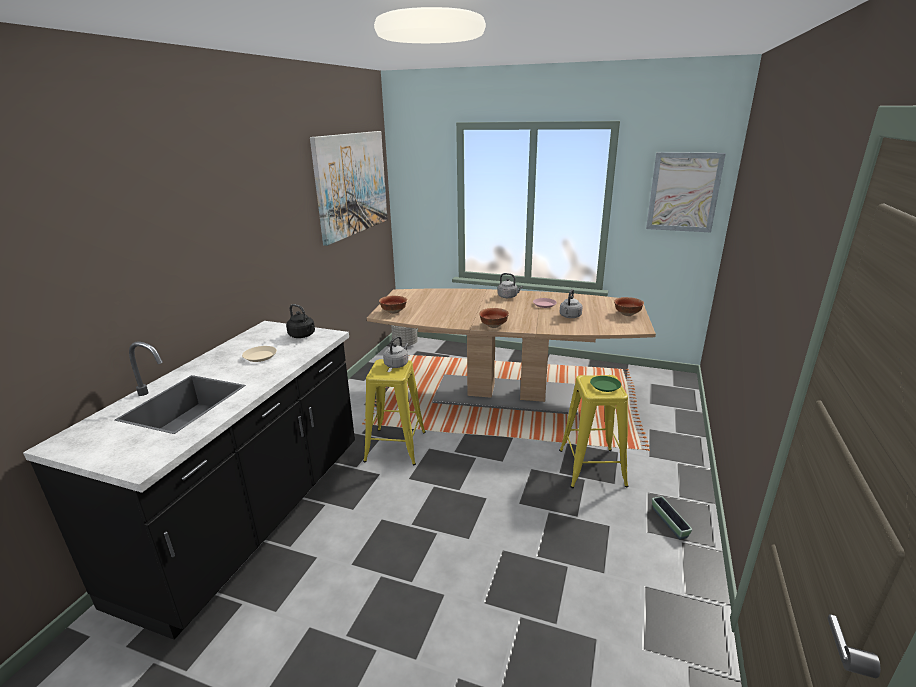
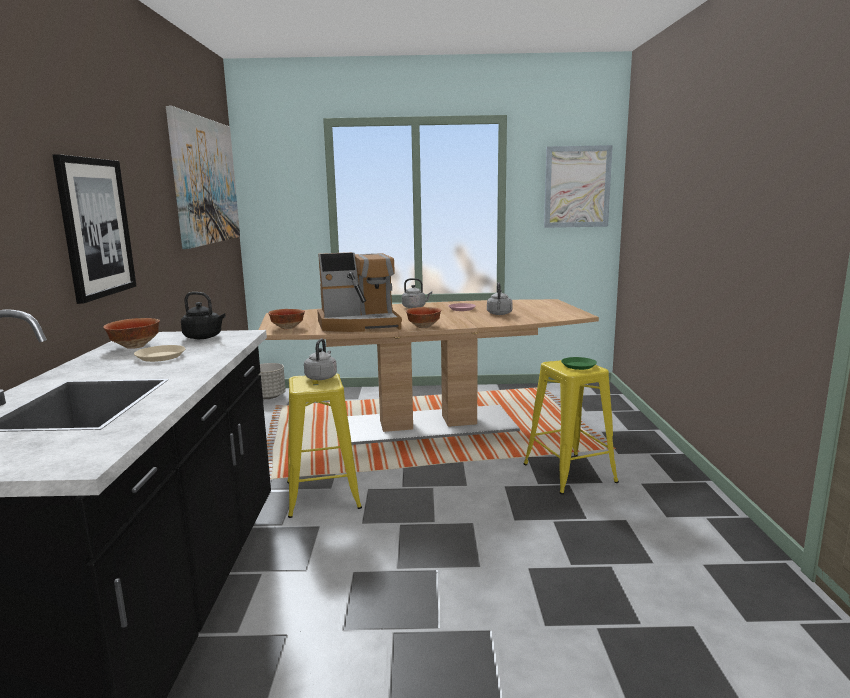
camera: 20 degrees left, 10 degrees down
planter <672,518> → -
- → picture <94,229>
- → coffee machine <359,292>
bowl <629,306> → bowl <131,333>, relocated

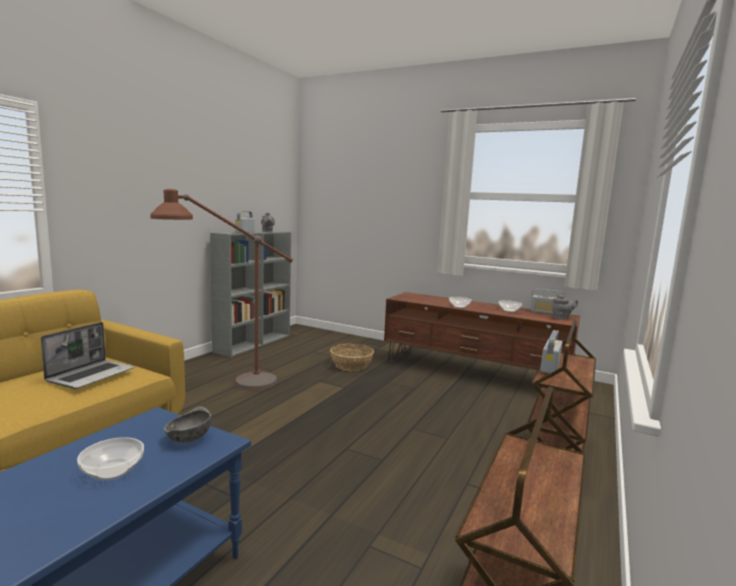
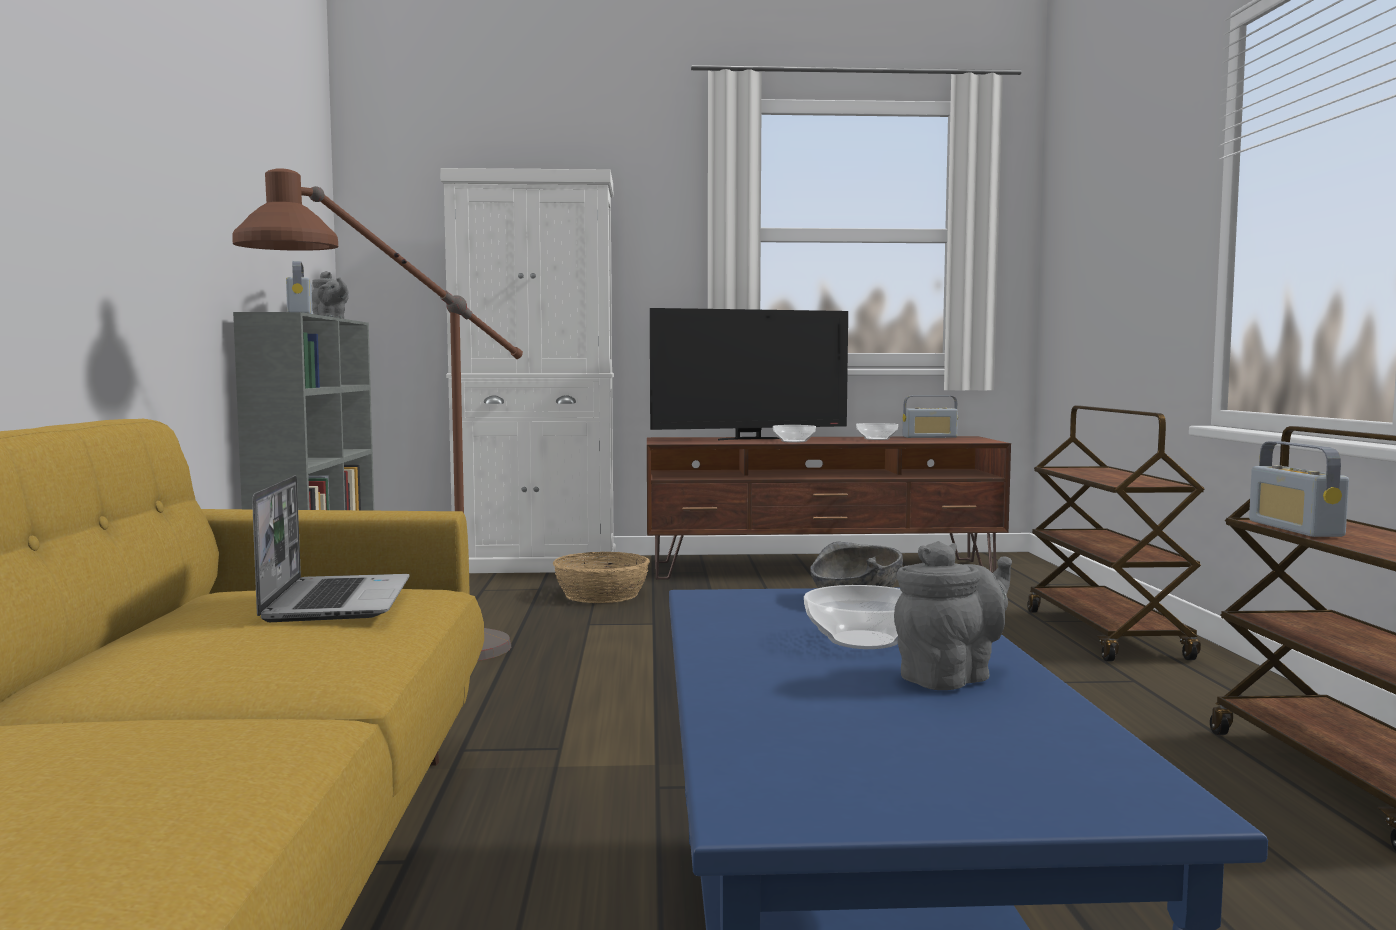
camera: 30 degrees left, 5 degrees down
- → white cabinet <528,370>
- → television <749,374>
radio <551,351> → radio <1299,489>, relocated
grey teapot <565,307> → grey teapot <953,615>, relocated

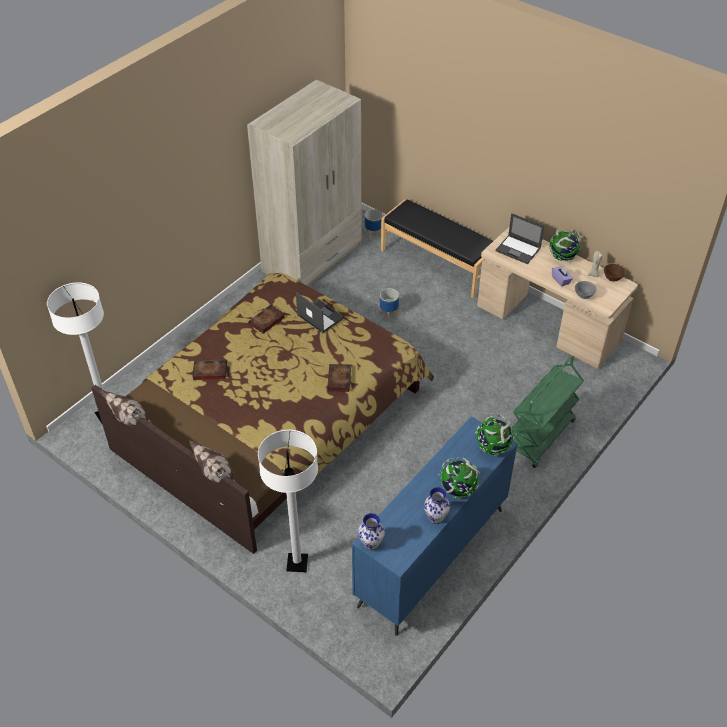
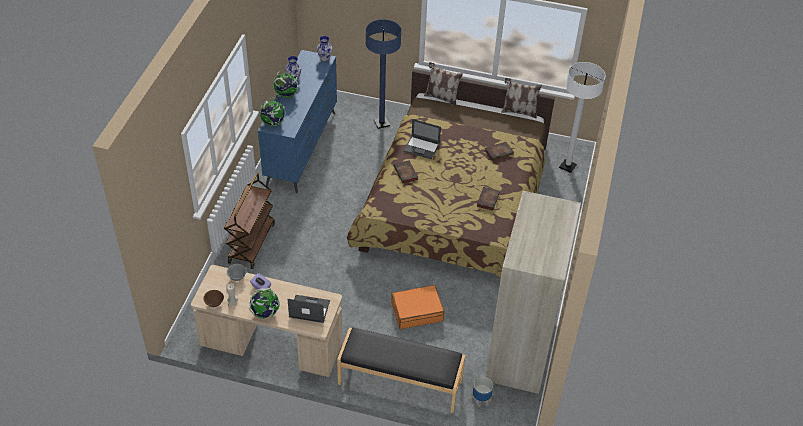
camera: 155 degrees right, 0 degrees up
laptop <320,312> → laptop <422,139>, relocated
planter <389,304> → orange suitcase <417,307>
white floor lamp <288,501> → blue floor lamp <383,74>
green cart <548,411> → brown cart <249,221>

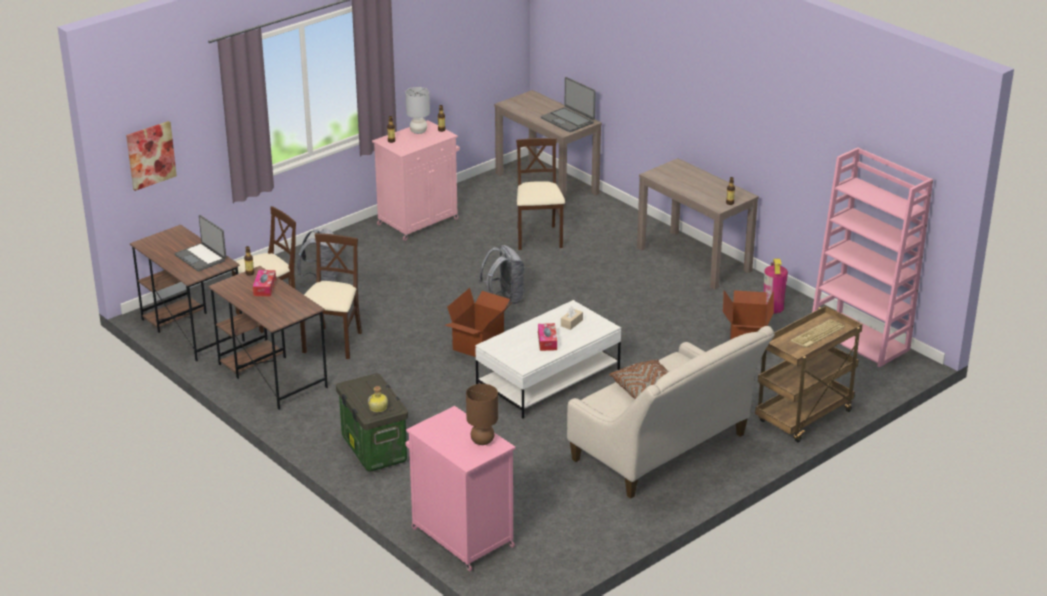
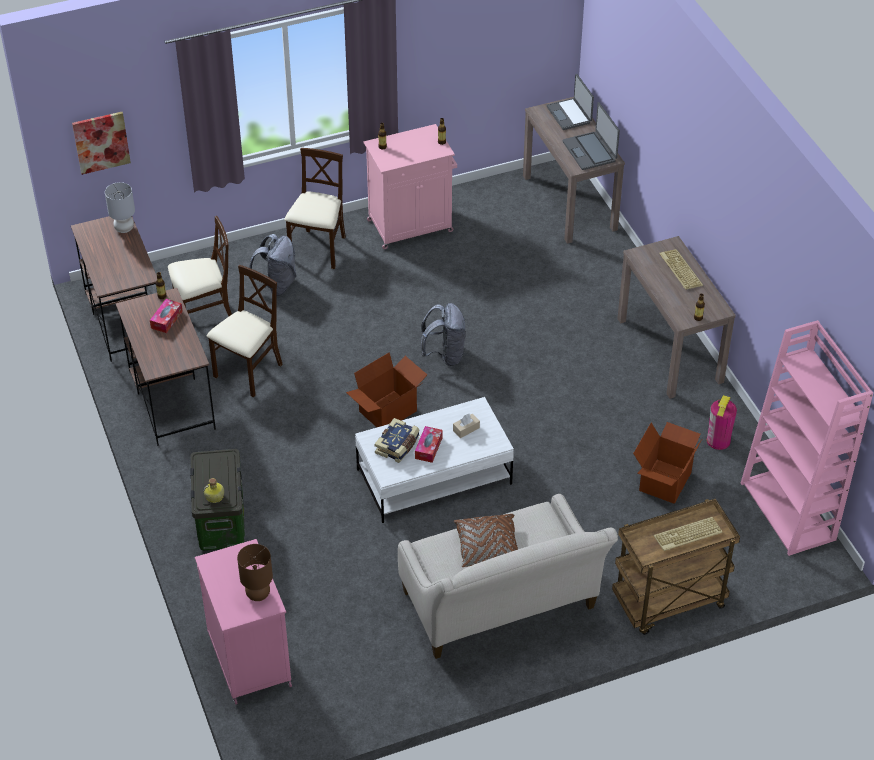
camera: 20 degrees right, 15 degrees up
- → book <397,440>
- → keyboard <681,269>
laptop <200,243> → laptop <570,102>, relocated
grey table lamp <417,110> → grey table lamp <120,207>, relocated
beige chair <540,194> → beige chair <315,208>, relocated

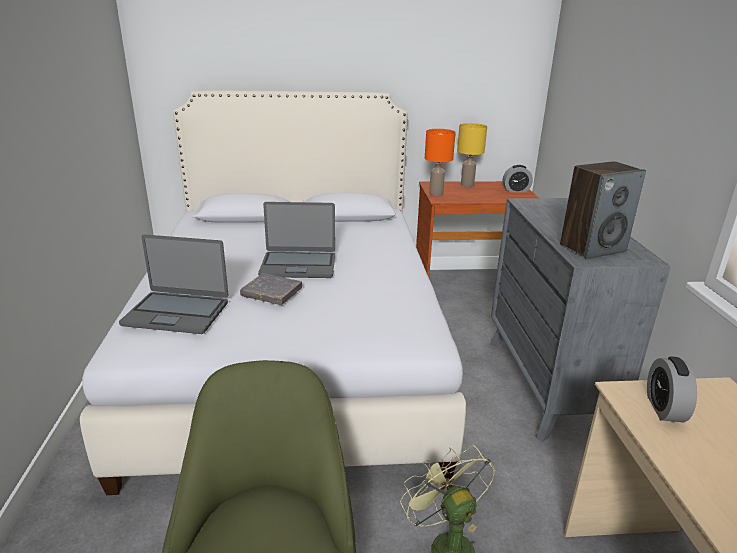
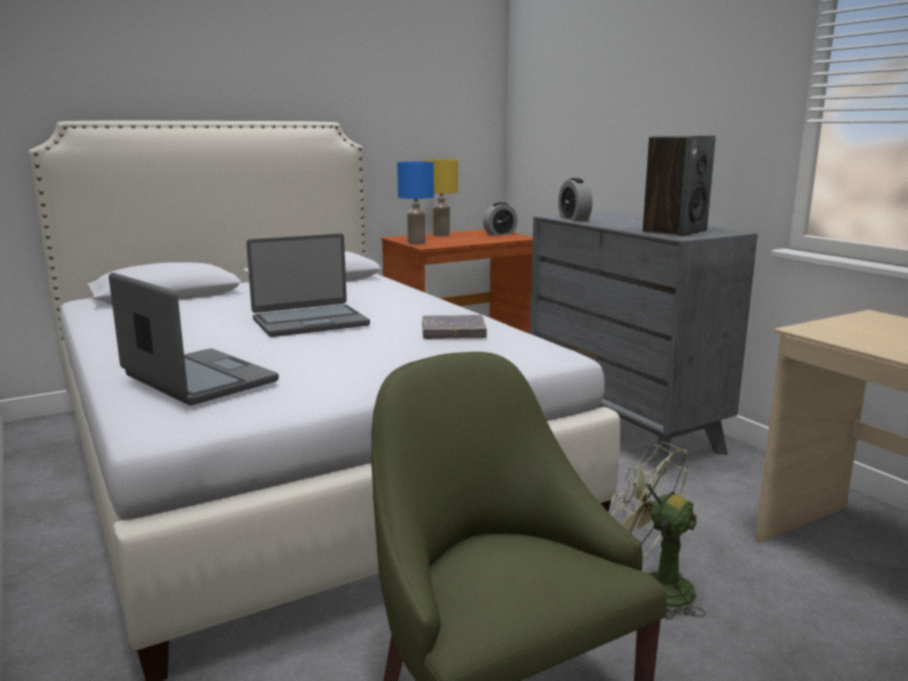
camera: 25 degrees left, 10 degrees down
grey book <271,289> → grey book <454,327>, relocated
alarm clock <672,389> → alarm clock <575,199>, relocated
orange table lamp <440,162> → blue table lamp <415,202>
laptop <173,284> → laptop <194,338>, 120 degrees counterclockwise

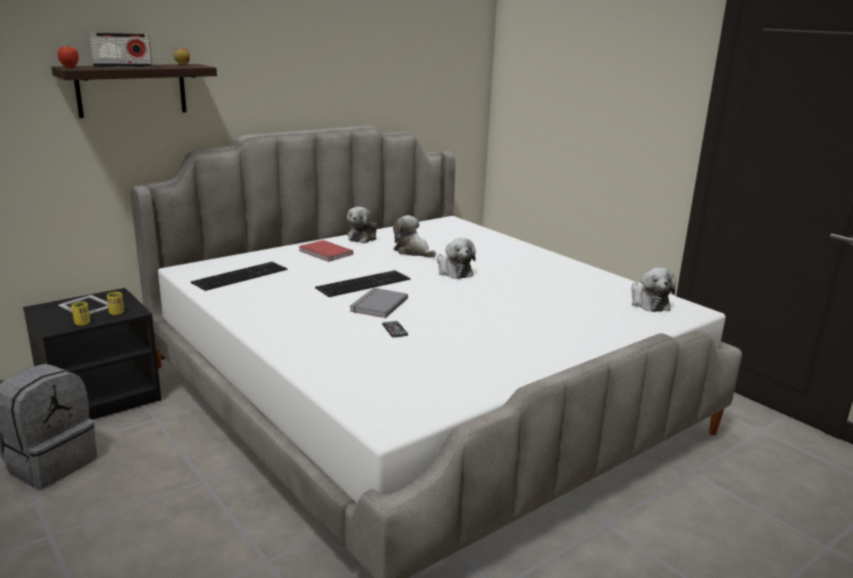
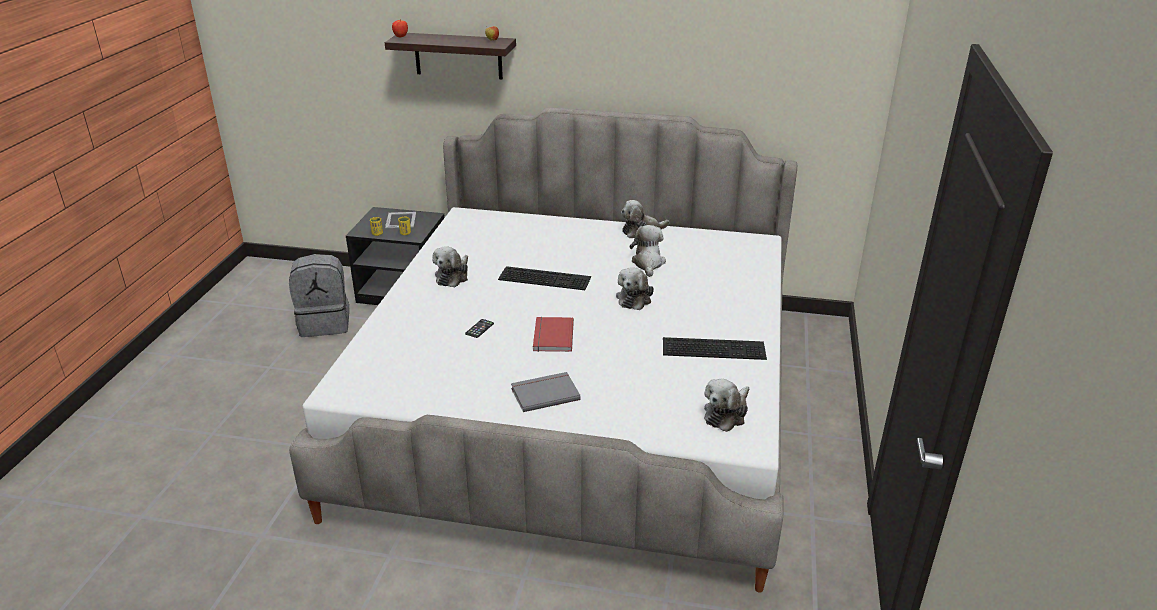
camera: 50 degrees right, 10 degrees up
radio <120,50> → -
- → plush toy <450,267>
keyboard <239,276> → keyboard <715,348>, relocated
red book <326,251> → red book <553,334>, relocated
grey book <379,303> → grey book <546,392>, relocated

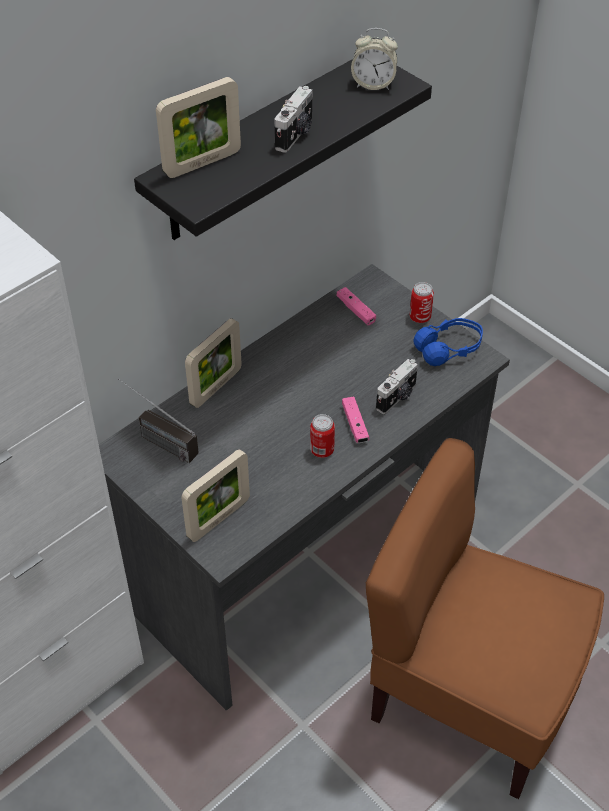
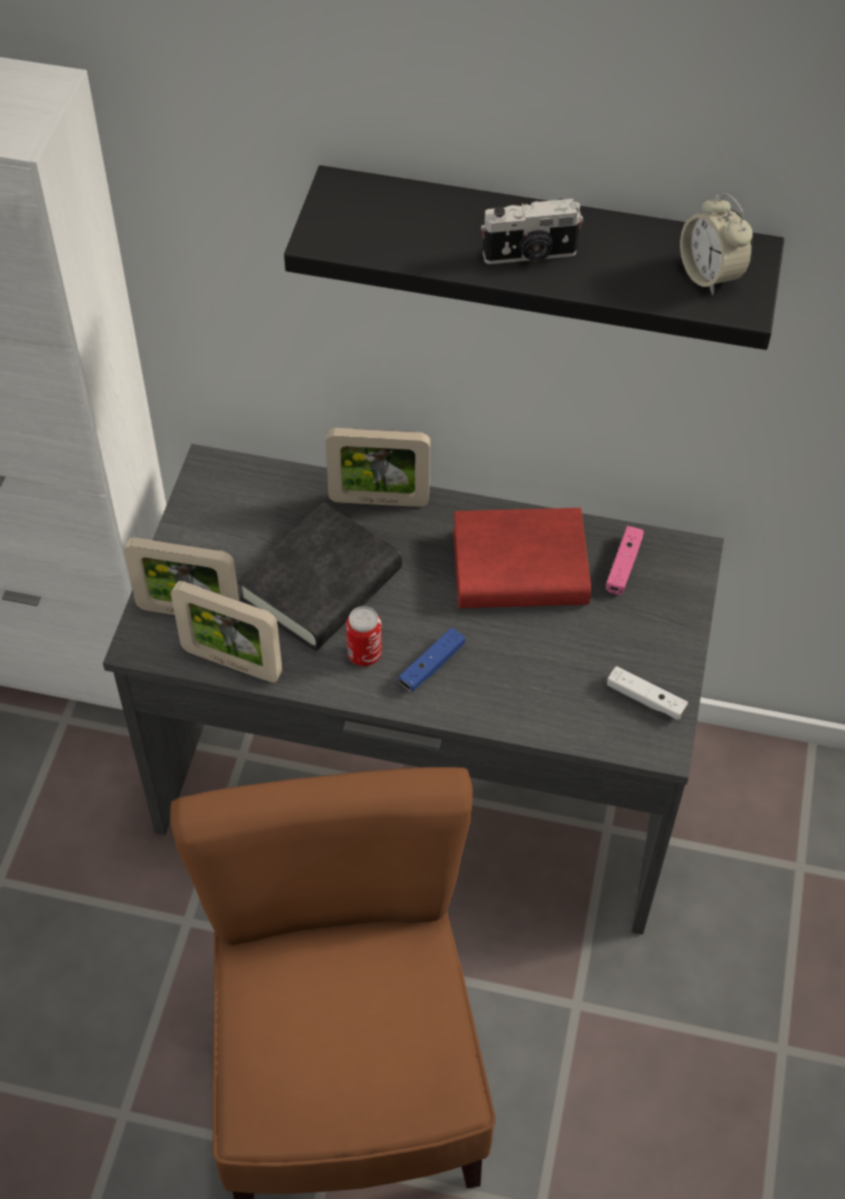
camera: 55 degrees right, 5 degrees up
radio <158,421> → -
photo camera <397,386> → -
can <422,302> → -
- → black book <320,576>
- → red book <522,558>
picture frame <198,127> → picture frame <226,631>, relocated
blue headphones <448,342> → white game controller <647,693>
pink game controller <355,420> → blue game controller <431,660>

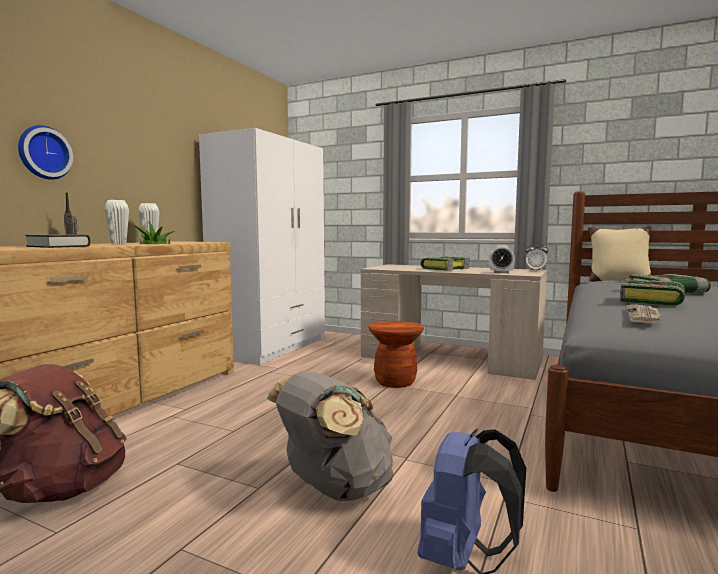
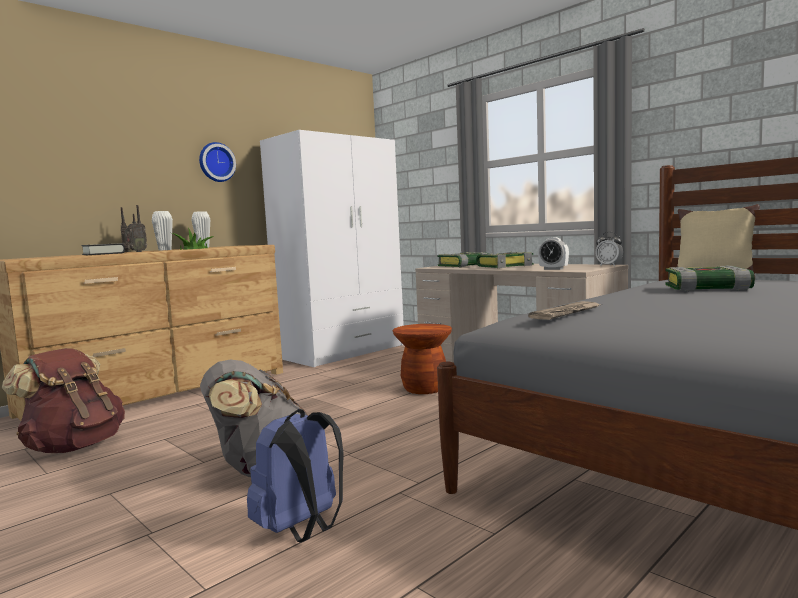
camera: 20 degrees right, 0 degrees up
- → radio <136,228>
wall clock <45,152> → wall clock <217,162>, relocated
book <652,292> → book <463,259>, relocated

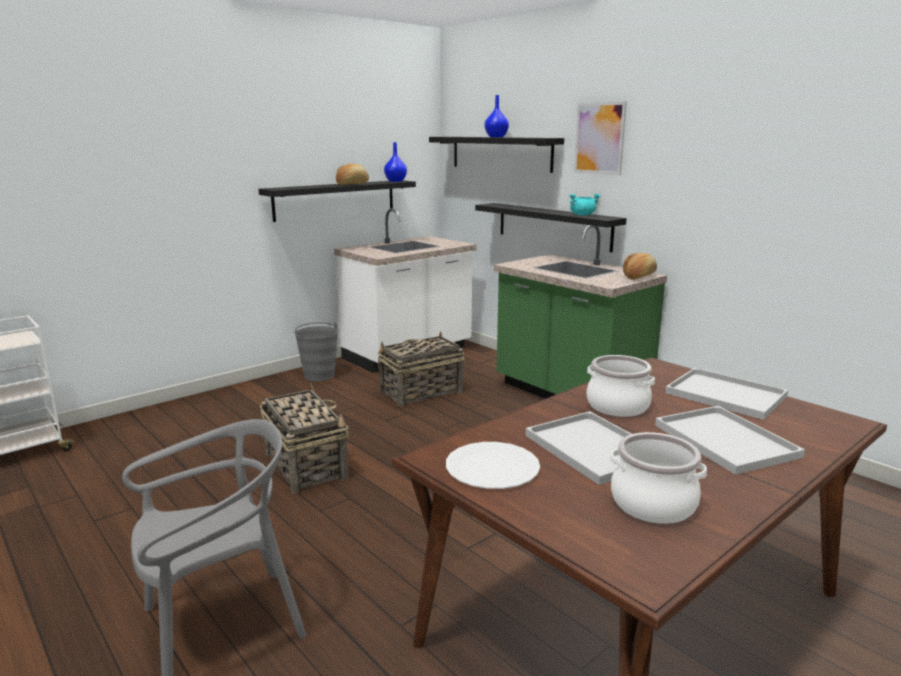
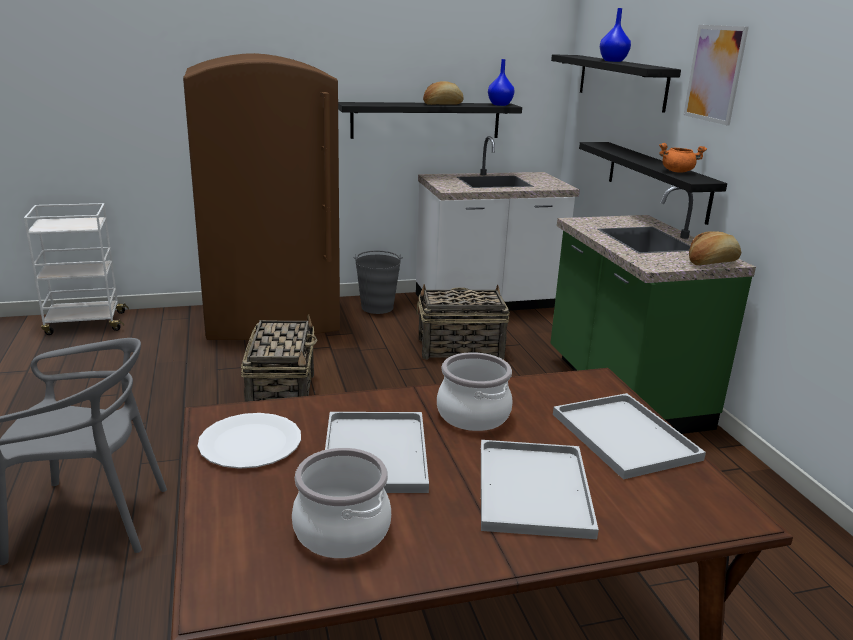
camera: 25 degrees right, 5 degrees up
- → brown fridge <261,196>
turquoise cooking pot <585,204> → orange cooking pot <683,158>

